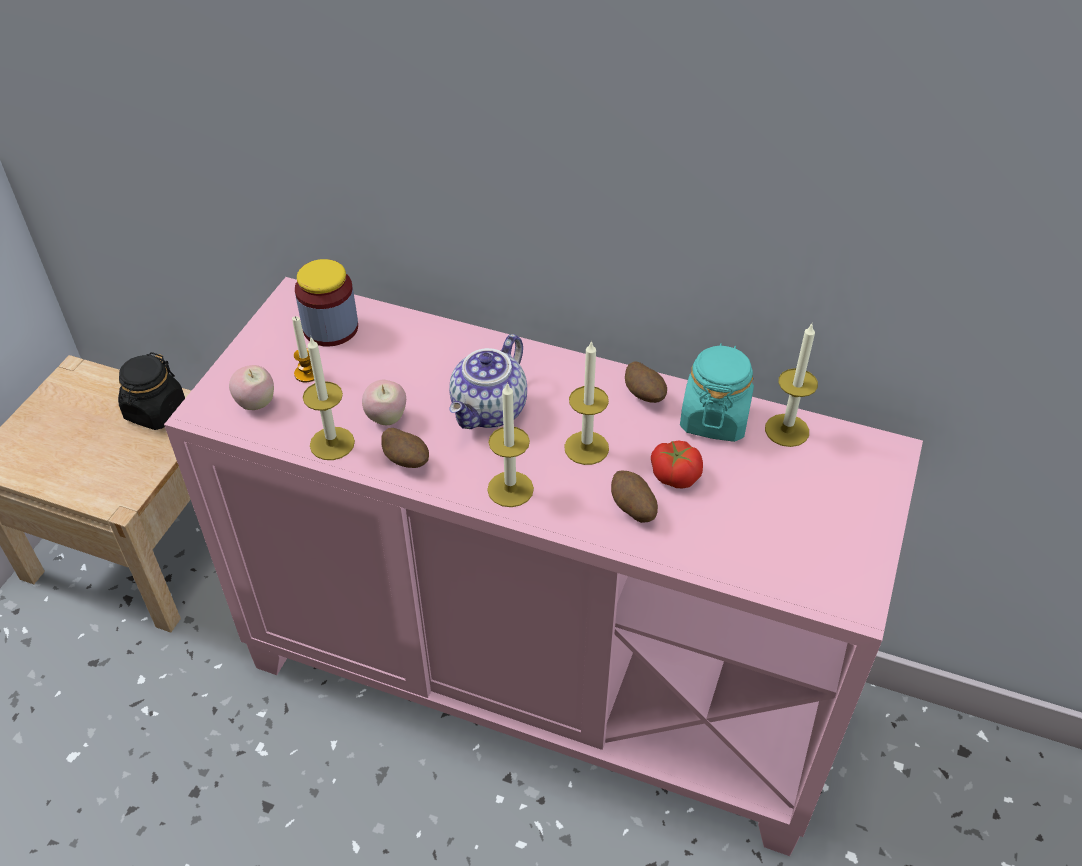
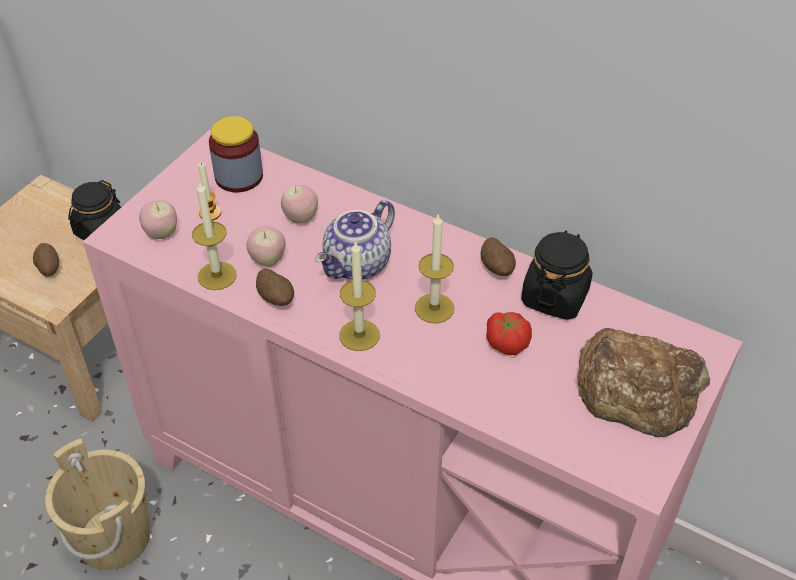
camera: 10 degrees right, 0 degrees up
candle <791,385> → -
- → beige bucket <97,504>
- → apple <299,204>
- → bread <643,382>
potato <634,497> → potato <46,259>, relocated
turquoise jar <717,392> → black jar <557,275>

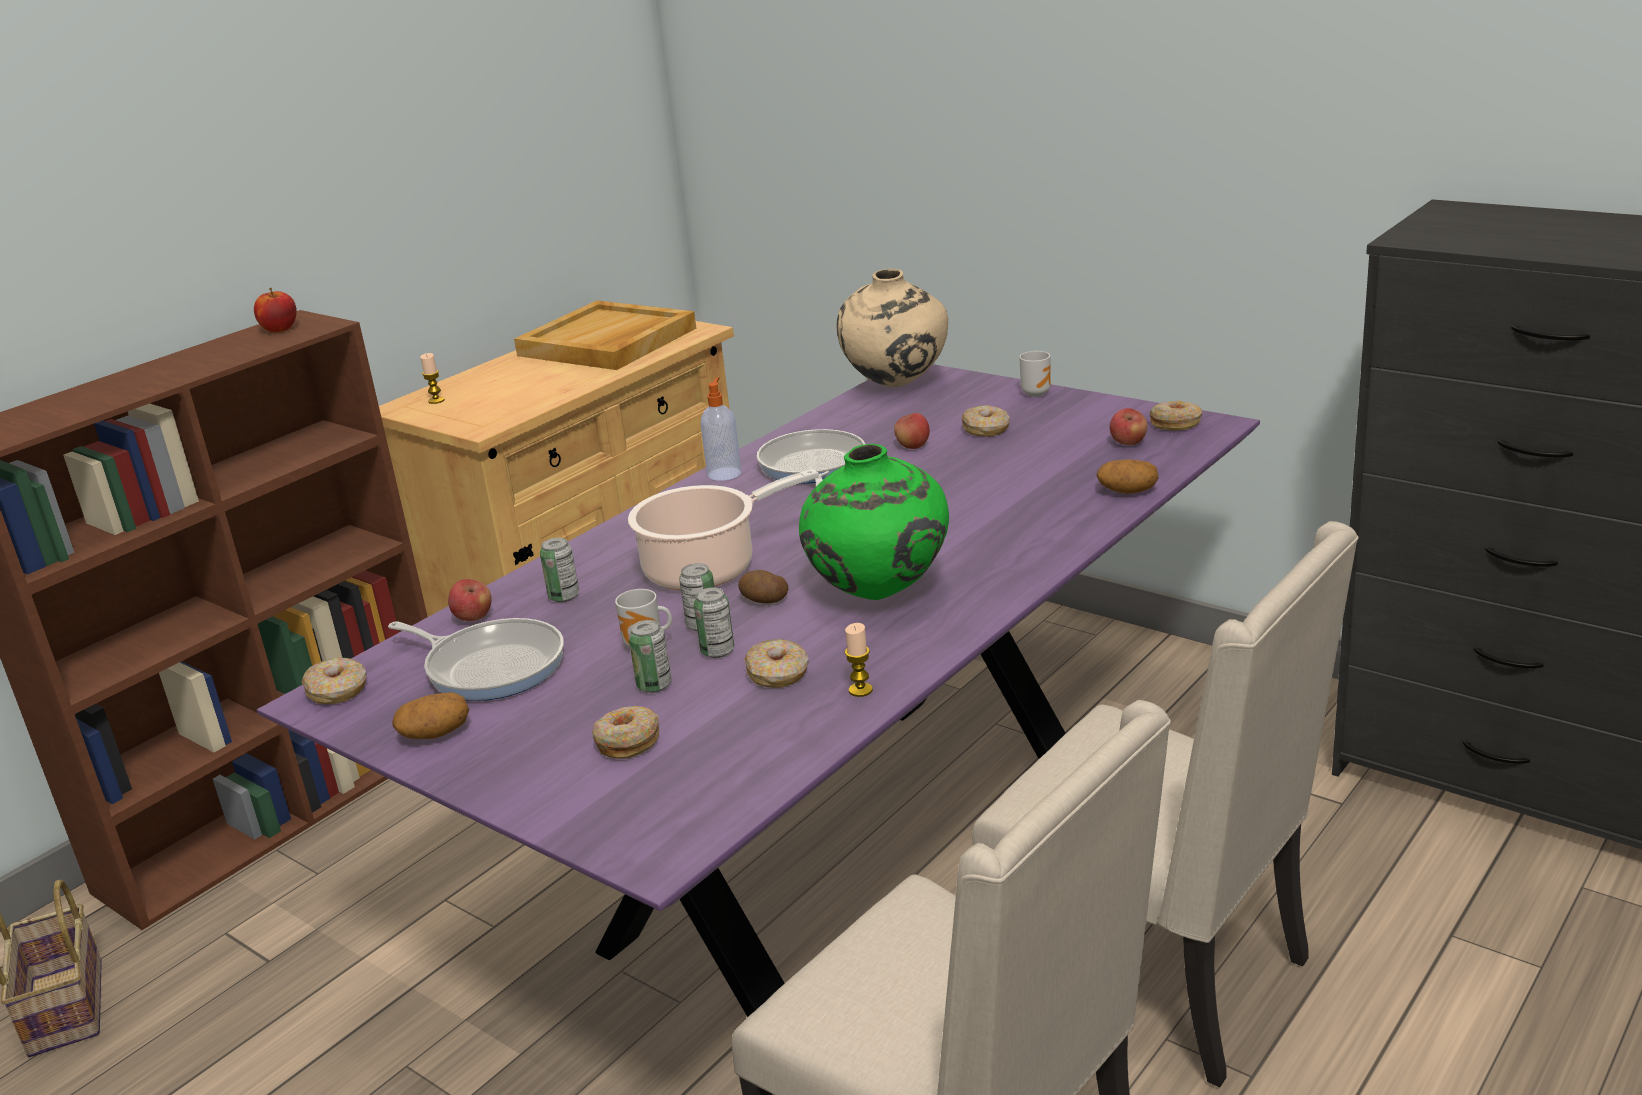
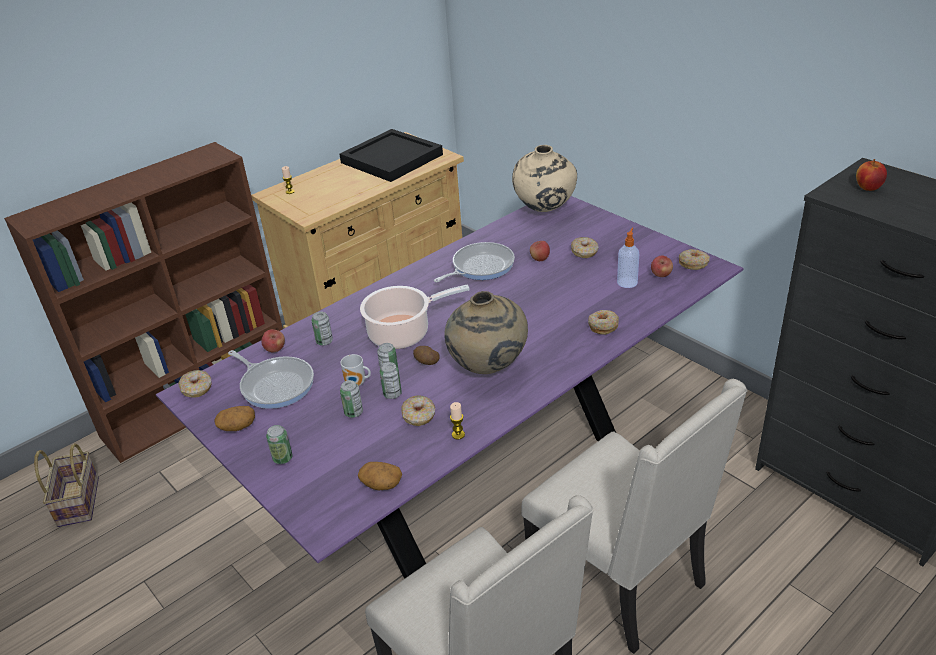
camera: 10 degrees right, 10 degrees up
mug <1035,374> → -
- → can <279,444>
apple <275,310> → apple <871,175>, relocated
donut <625,732> → donut <603,322>, relocated
soap dispenser <720,429> → soap dispenser <628,258>, relocated
potato <1127,476> → potato <380,476>, relocated
beige tray <605,335> → black tray <391,155>
green vase <874,522> → beige vase <486,332>
frying pan <811,457> → frying pan <474,262>, 45 degrees clockwise

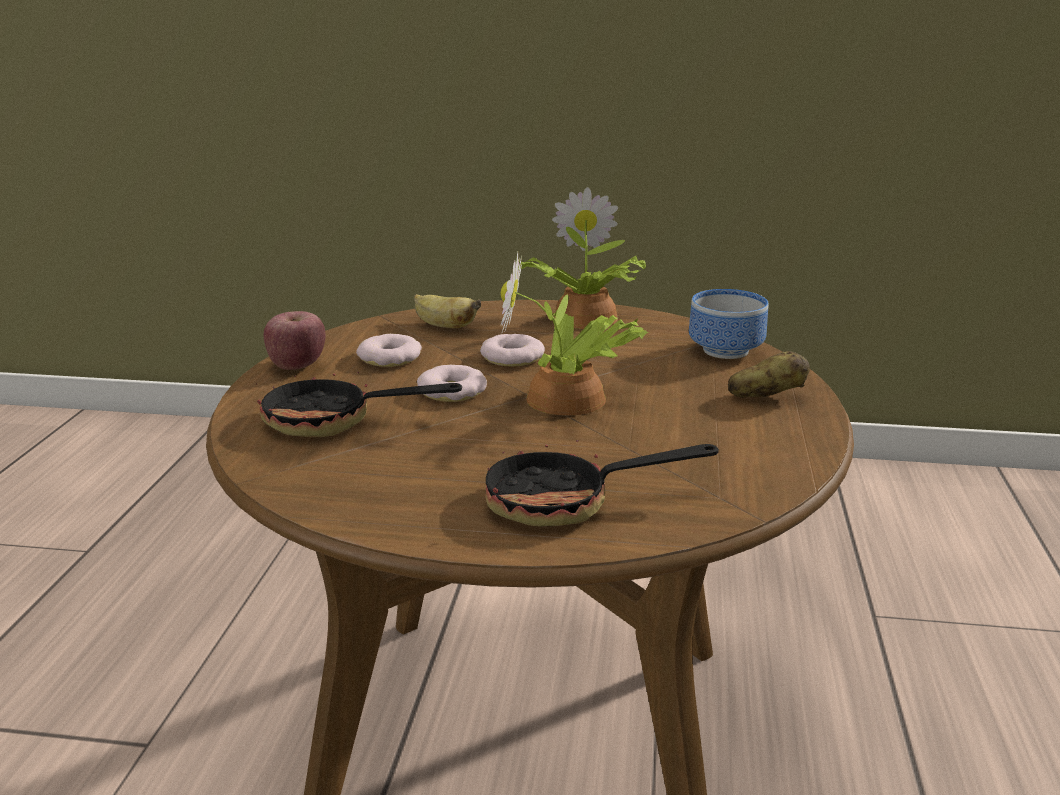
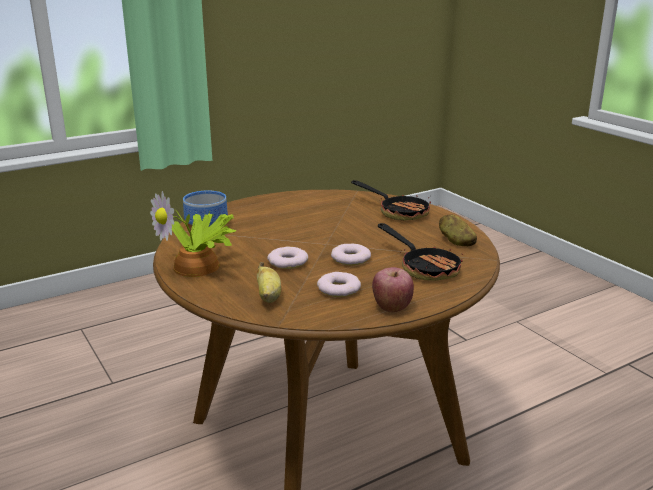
camera: 130 degrees left, 0 degrees up
potted plant <574,334> → -
potato <769,374> → potato <458,230>, relocated

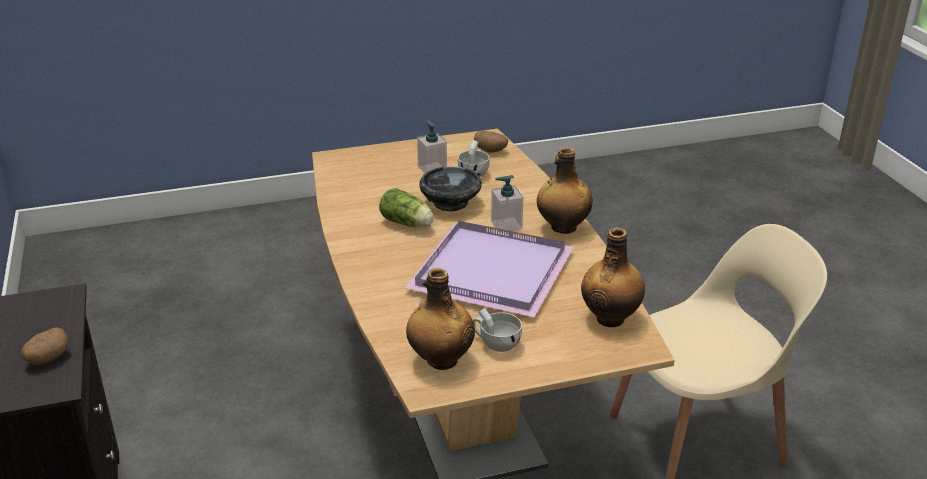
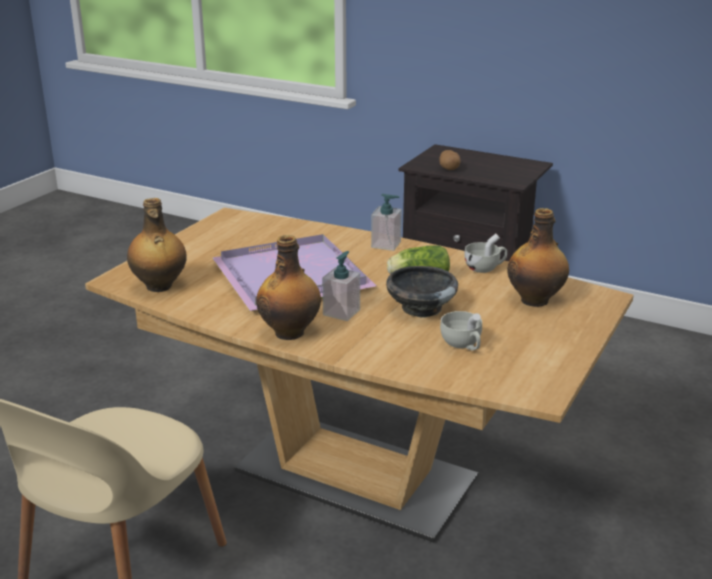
camera: 135 degrees right, 5 degrees down
potato <491,141> → -
bottle <440,319> → bottle <538,257>, relocated
soap dispenser <432,147> → soap dispenser <386,222>, relocated
white cup <497,330> → white cup <485,253>, relocated

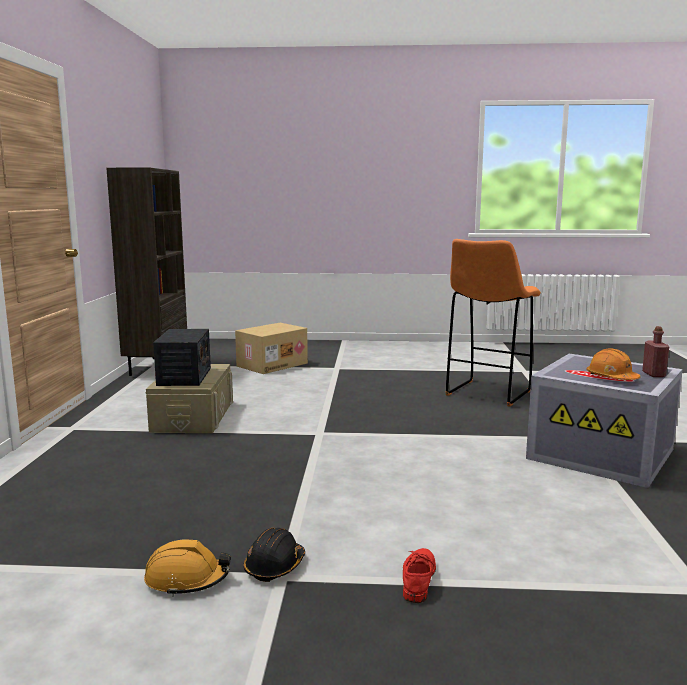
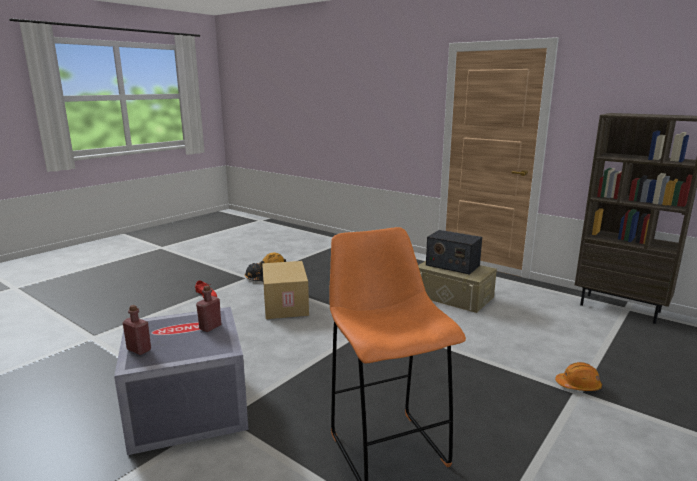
camera: 125 degrees right, 5 degrees up
- → red bottle <208,308>
cardboard box <271,348> → cardboard box <285,290>, relocated
orange hard hat <613,364> → orange hard hat <578,376>, relocated

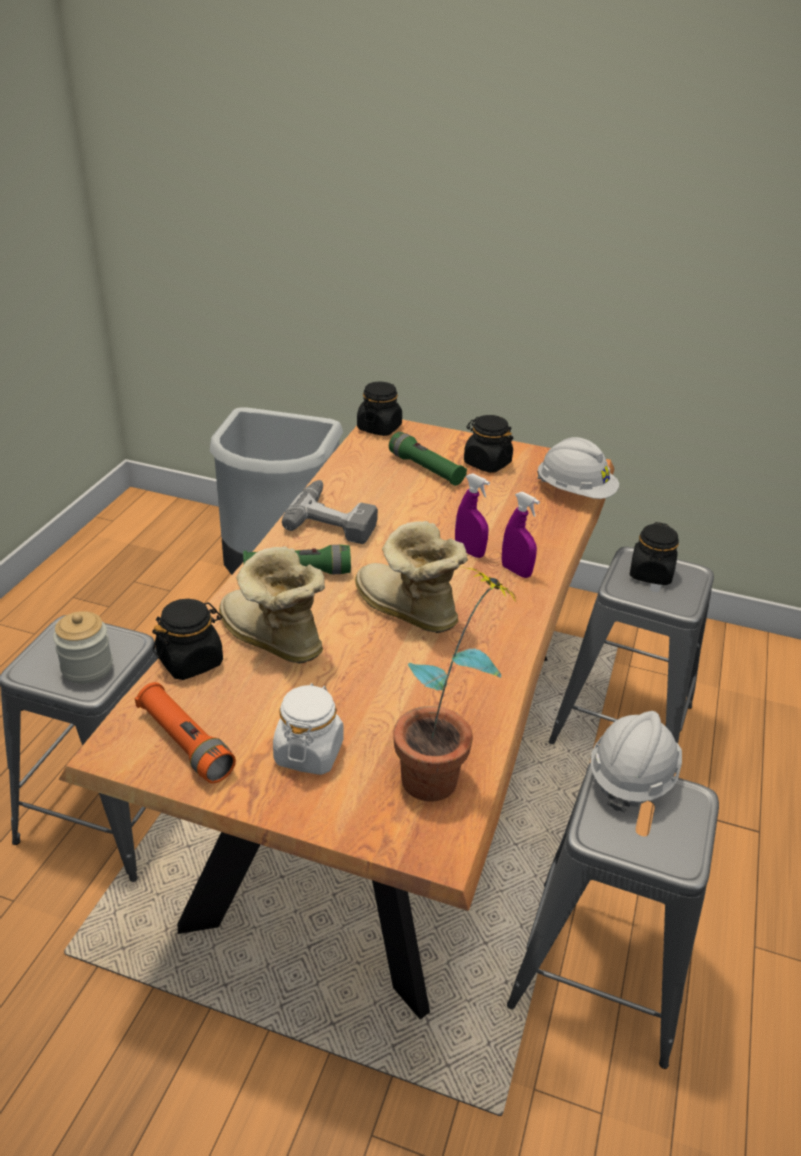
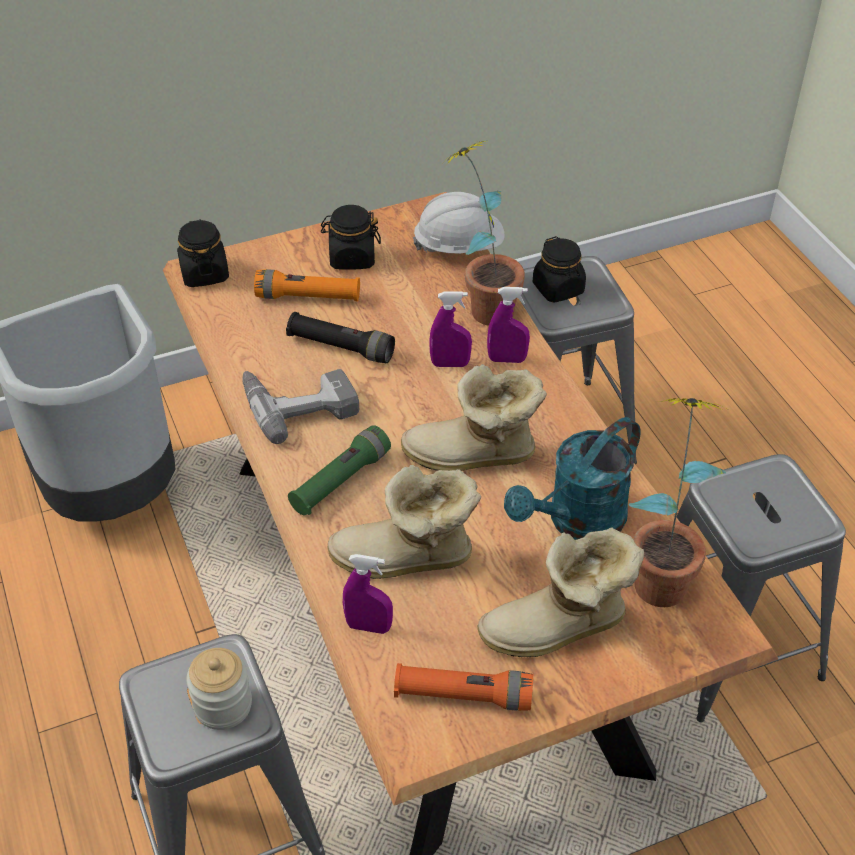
camera: 40 degrees left, 10 degrees up
white hard hat <636,762> → -
- → black flashlight <340,337>
- → potted plant <485,233>
- → turquoise watering can <572,478>
black jar <187,639> → purple spray bottle <368,594>
white jar <308,729> → boot <560,592>
green flashlight <428,459> → orange flashlight <307,285>

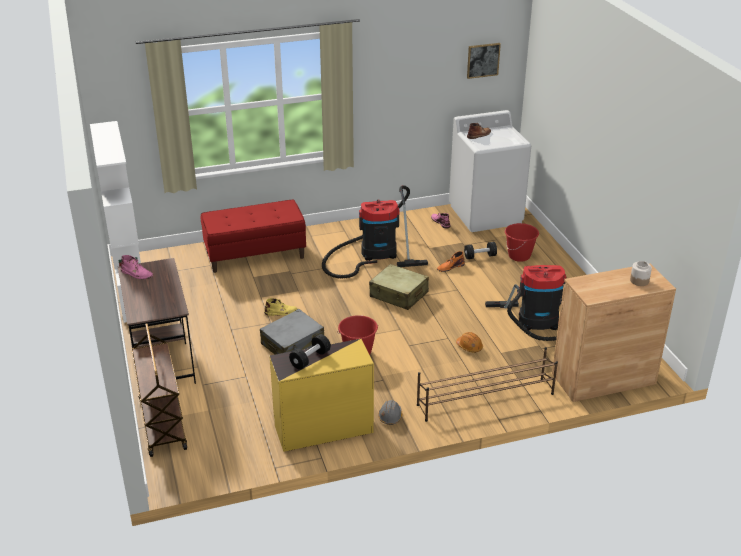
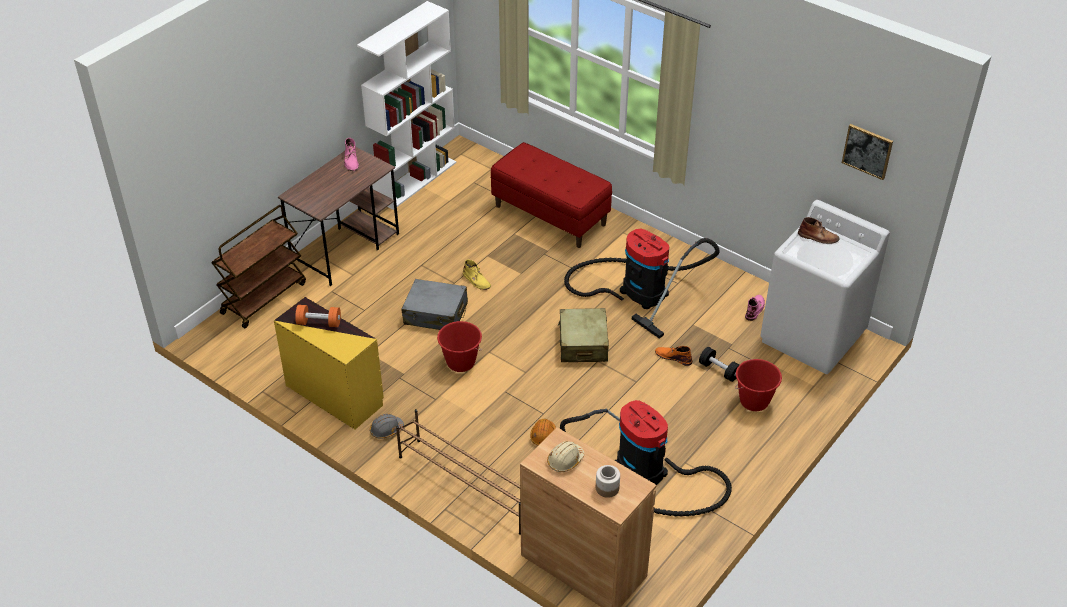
camera: 55 degrees right, 10 degrees up
- → beige hard hat <565,456>
black dumbbell <310,352> → orange dumbbell <318,316>

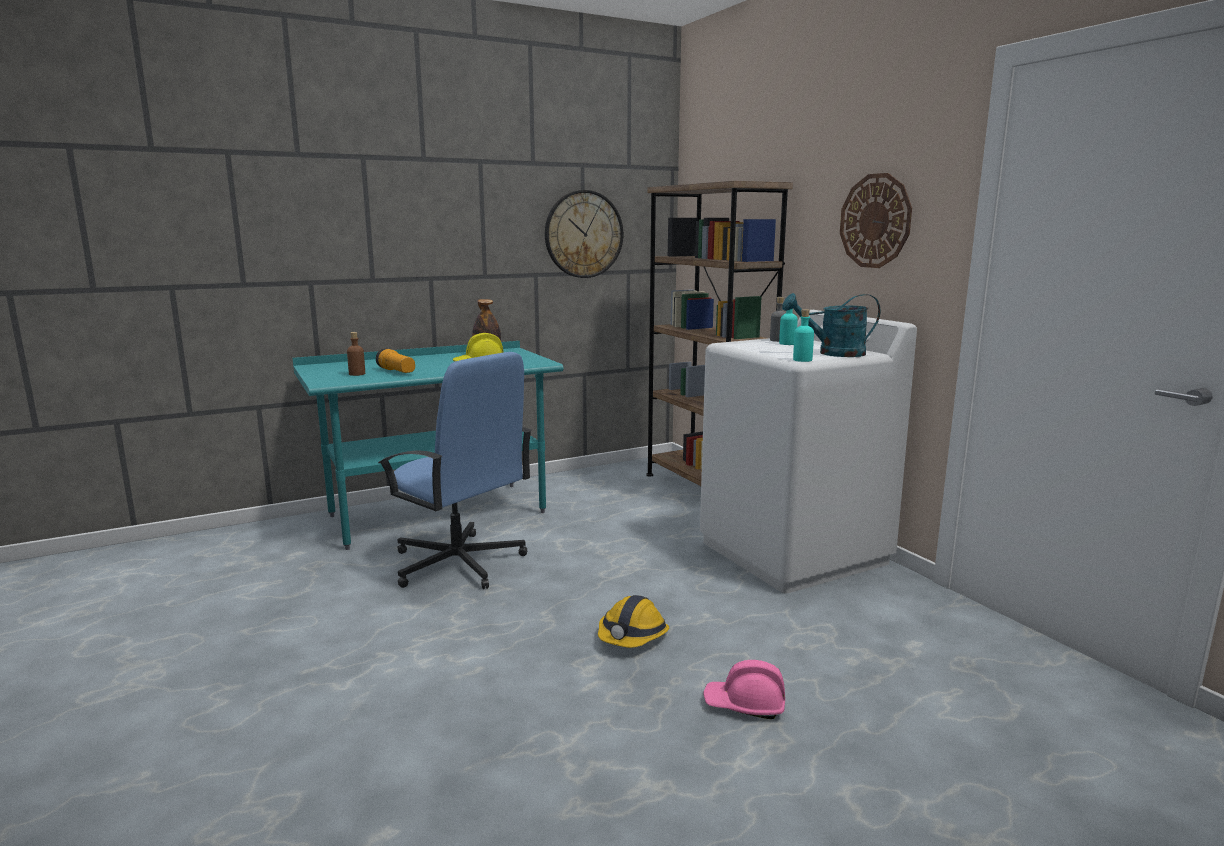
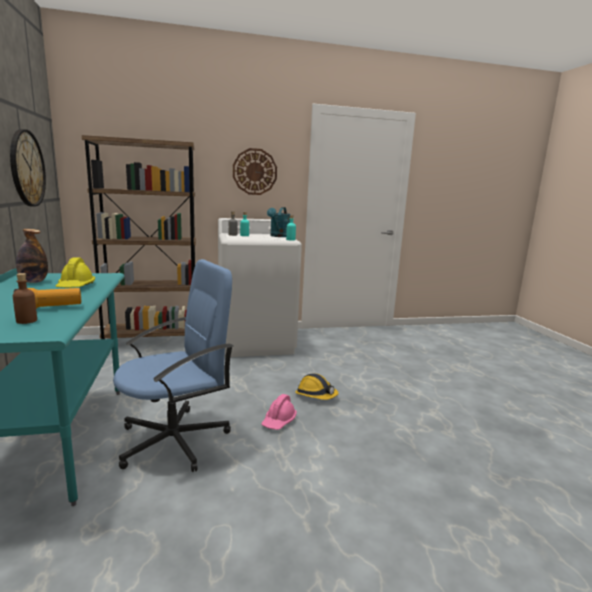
camera: 75 degrees left, 0 degrees up
pink hard hat <744,689> → pink hard hat <279,412>, relocated

